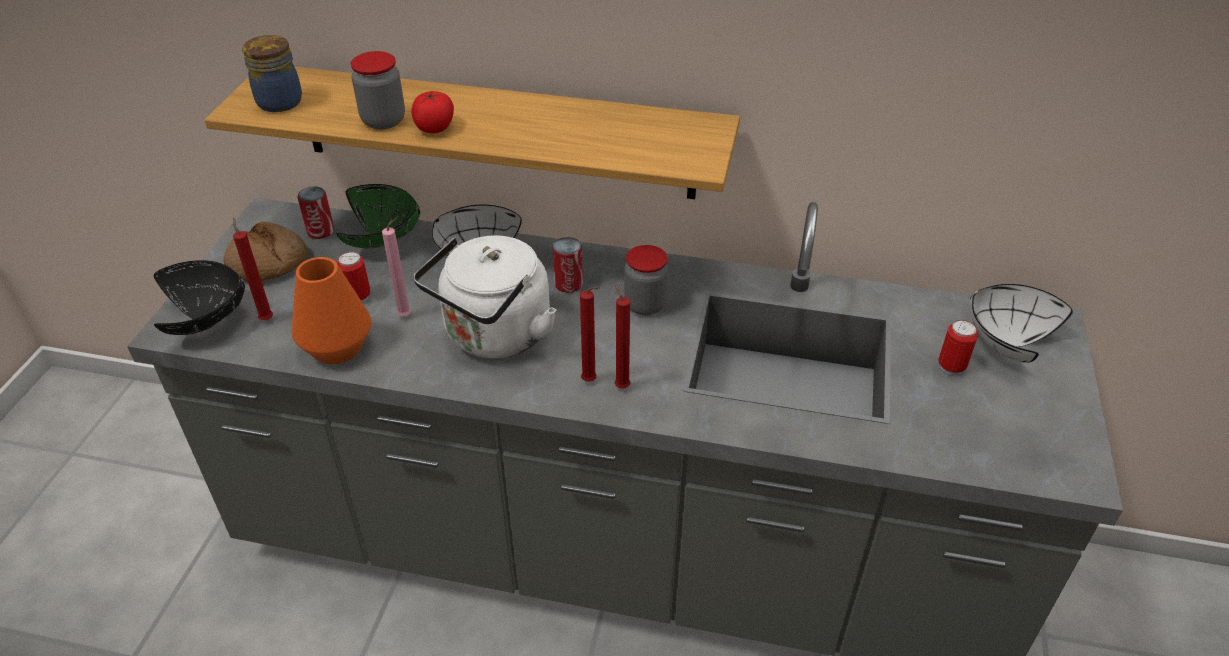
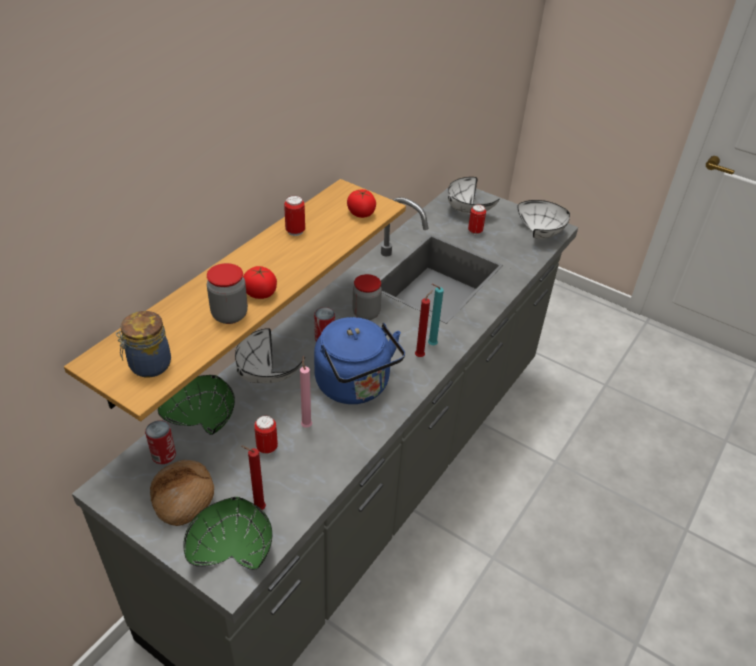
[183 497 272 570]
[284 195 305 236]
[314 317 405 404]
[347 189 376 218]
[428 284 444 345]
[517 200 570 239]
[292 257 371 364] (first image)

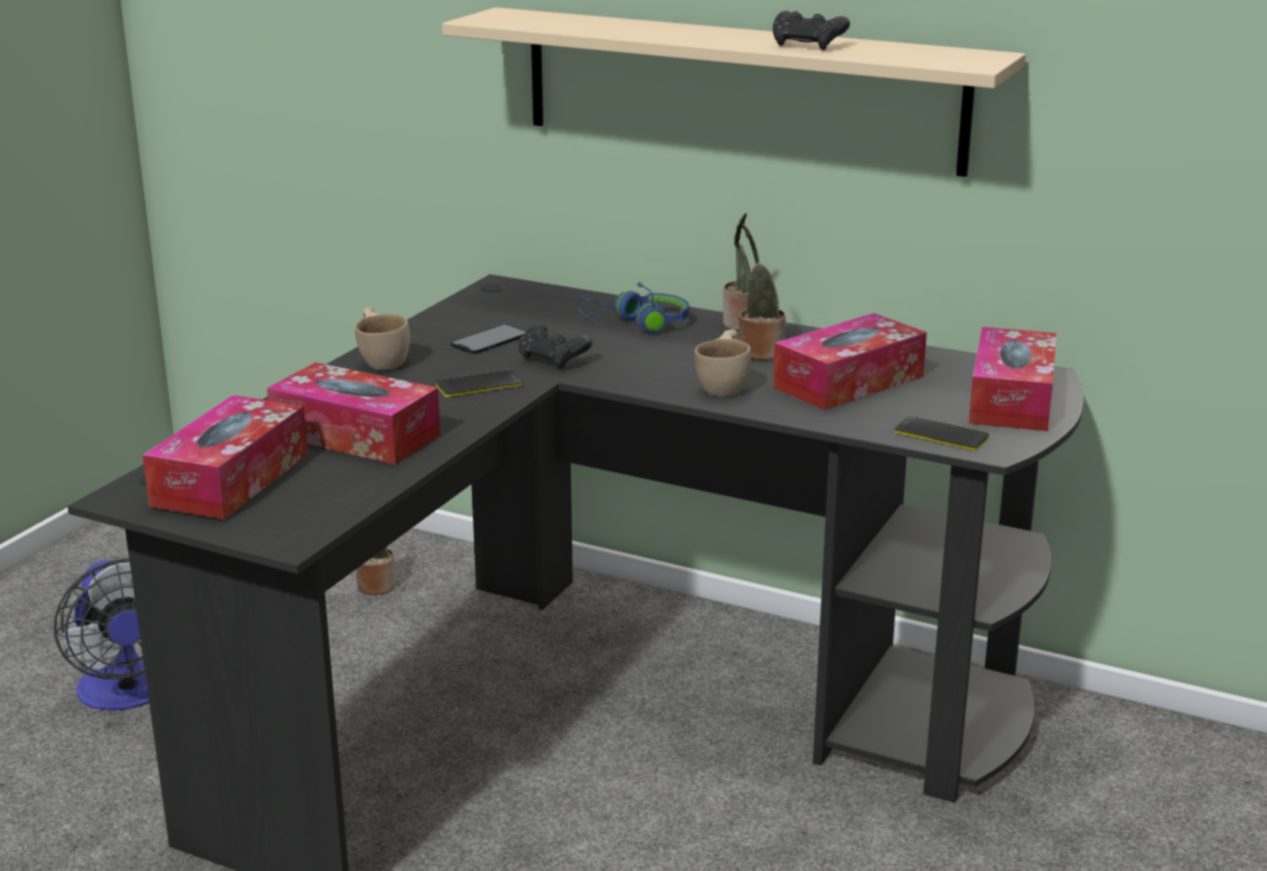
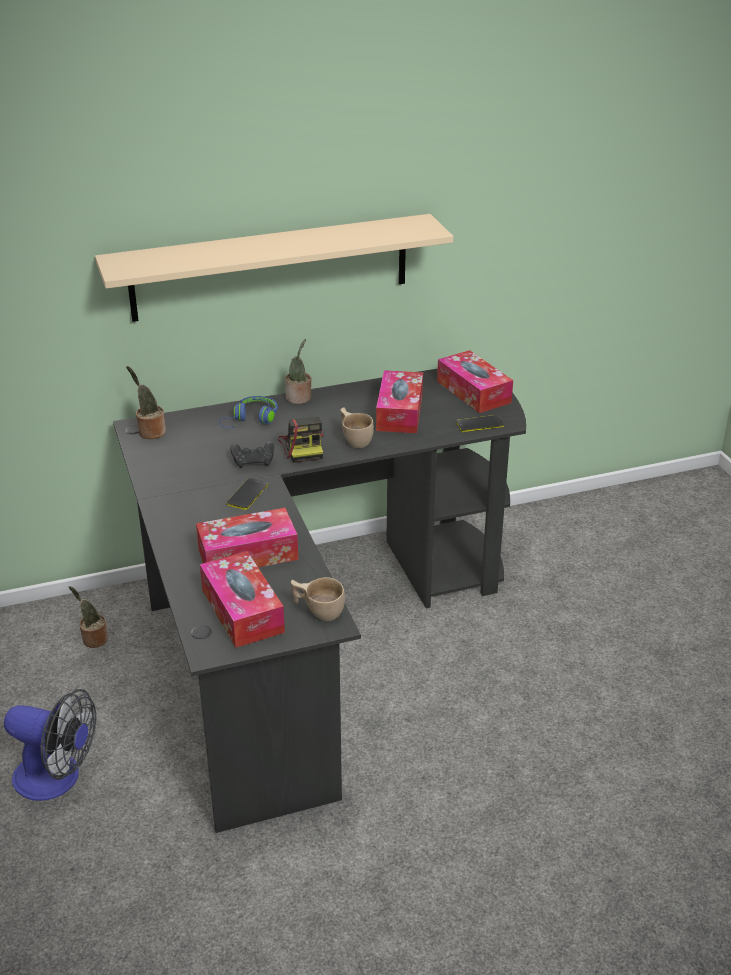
[126 366 166 439]
[278 417 324 463]
[291 577 345 621]
[451 324 526 354] (first image)
[773 11 850 50] (first image)

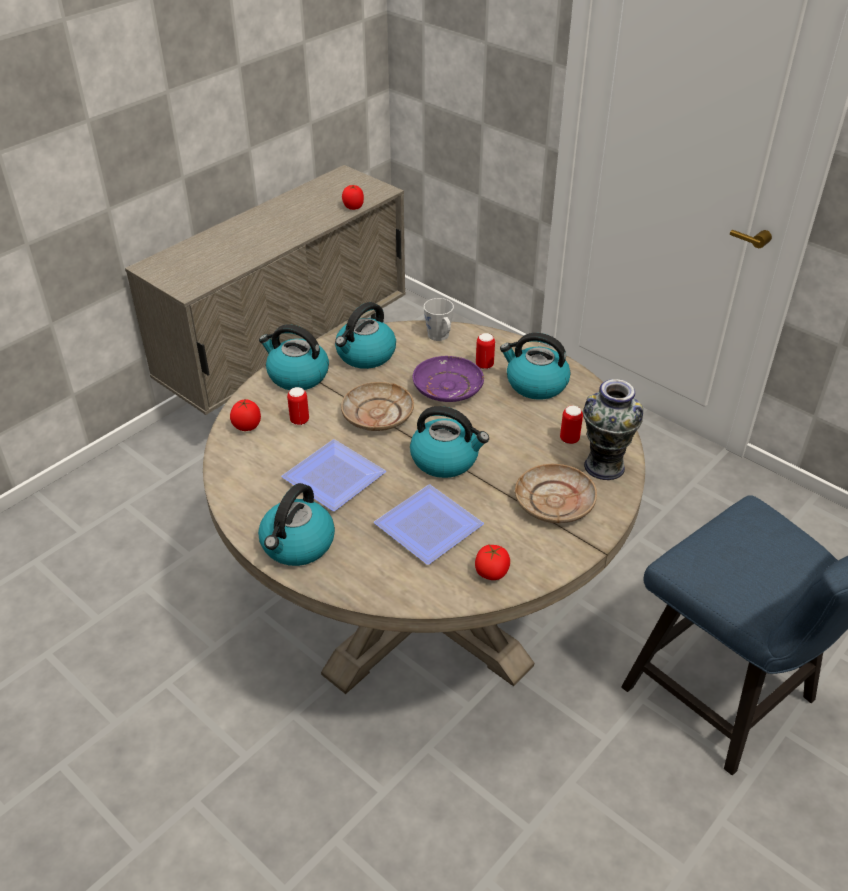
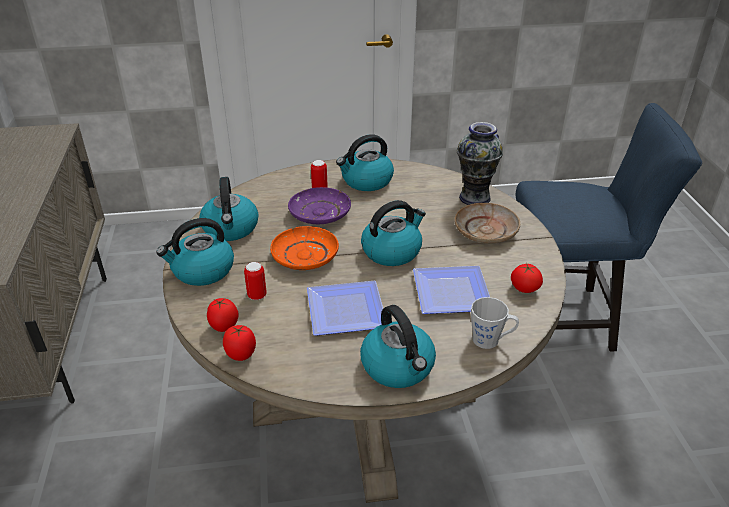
[223 325 256 361]
[270 226 339 270]
[471 297 519 349]
[560 406 583 444] (first image)

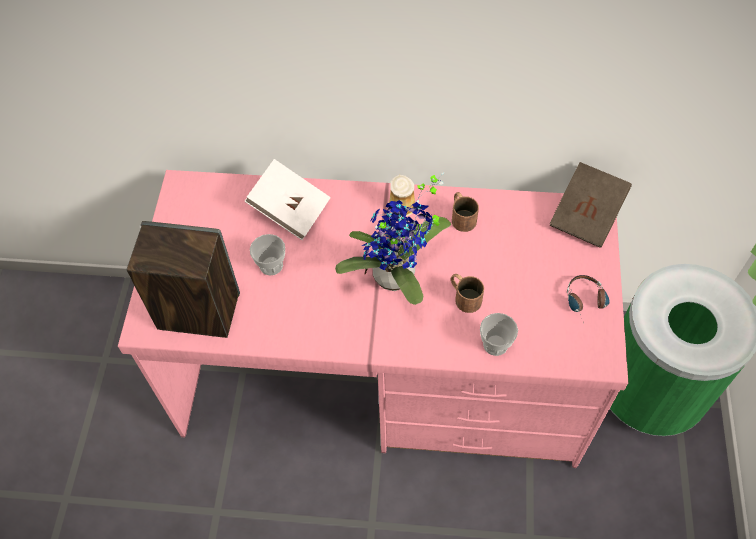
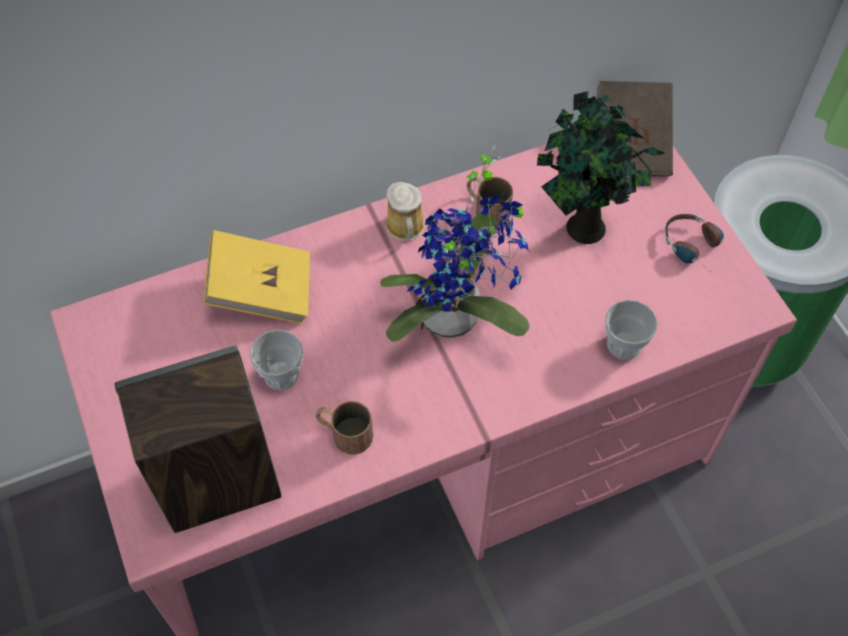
[203 230 310 324]
[315 401 373 455]
[537 91 664 244]

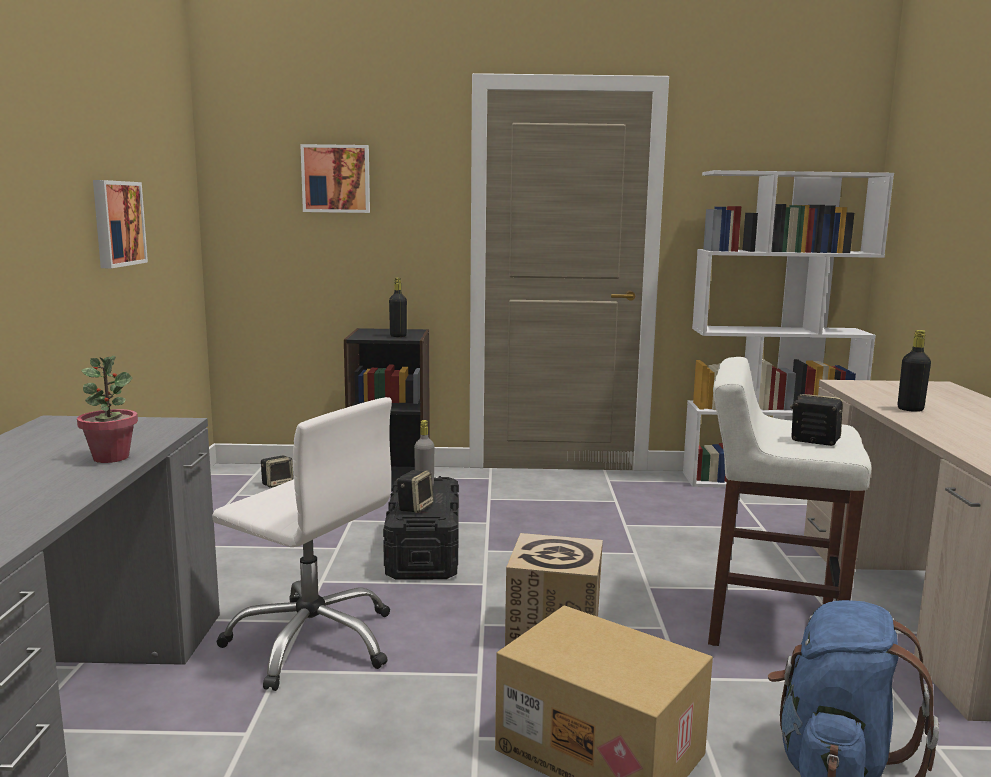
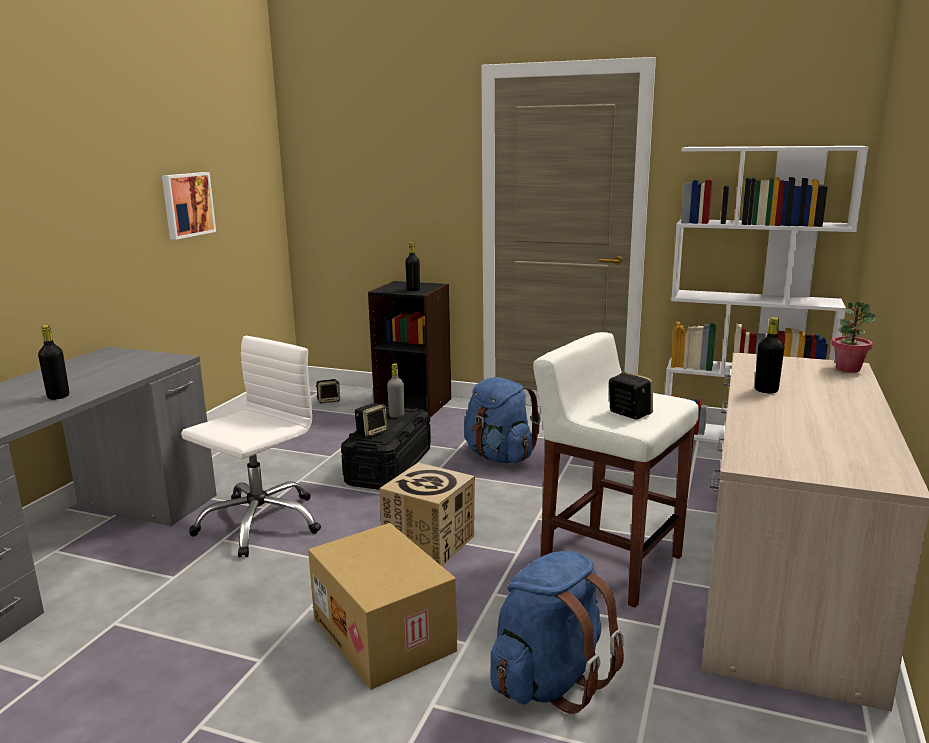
[38 325 69 400]
[181 336 321 557]
[464 377 541 463]
[831 301 877 372]
[300 144 370 213] (first image)

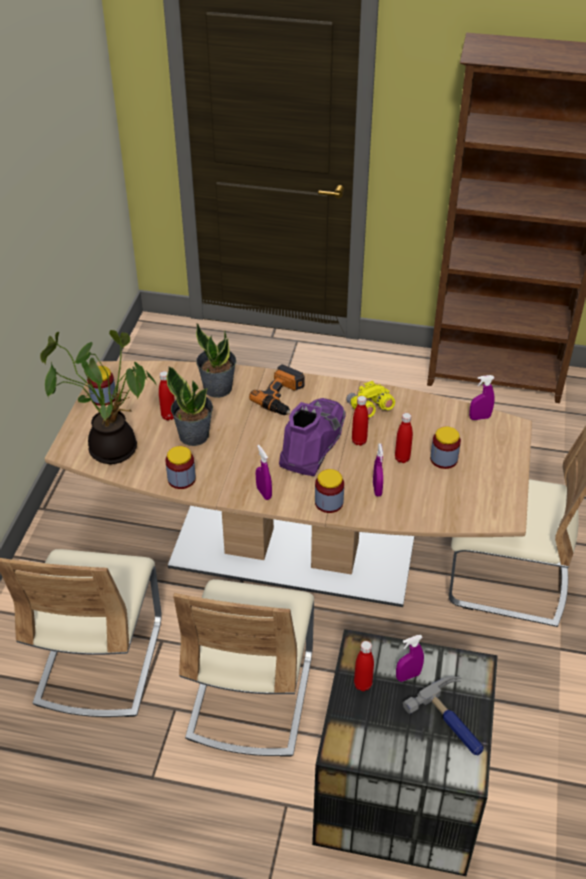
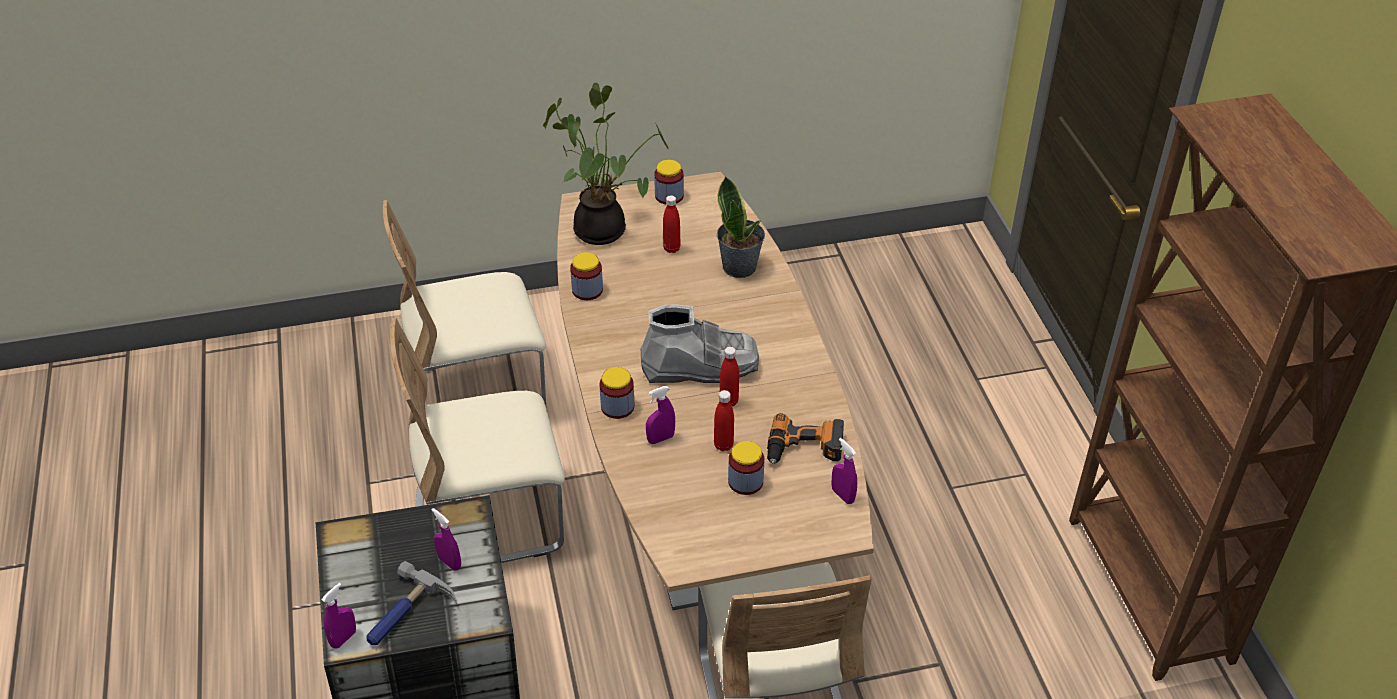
[321 583 356 649]
[641 304 759 383]
[767 413 844 464]
[166 366 213 446] (first image)
[346 381 395 418] (first image)
[354 641 374 691] (first image)

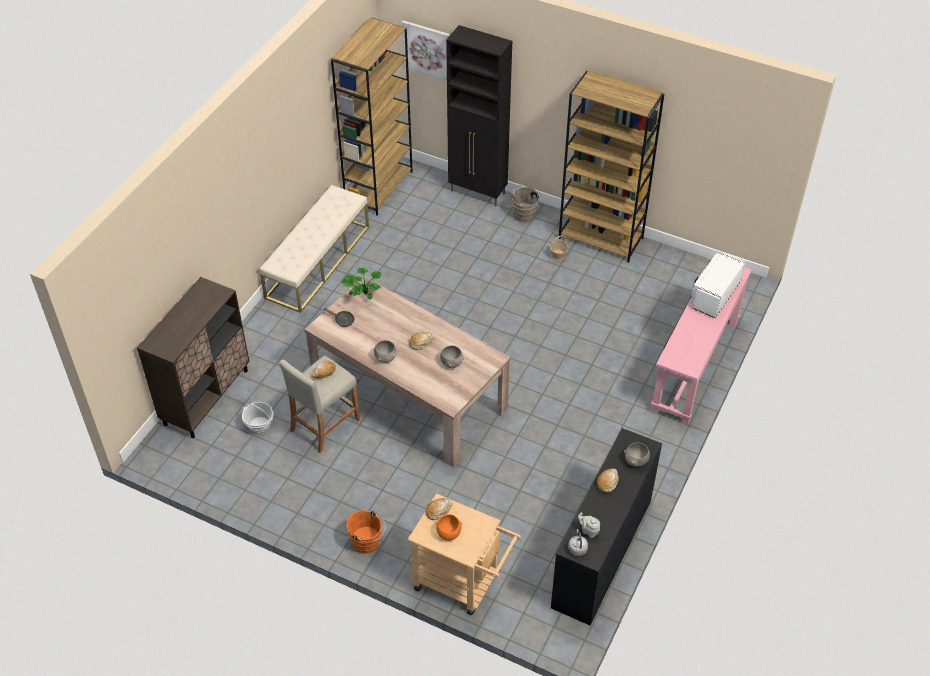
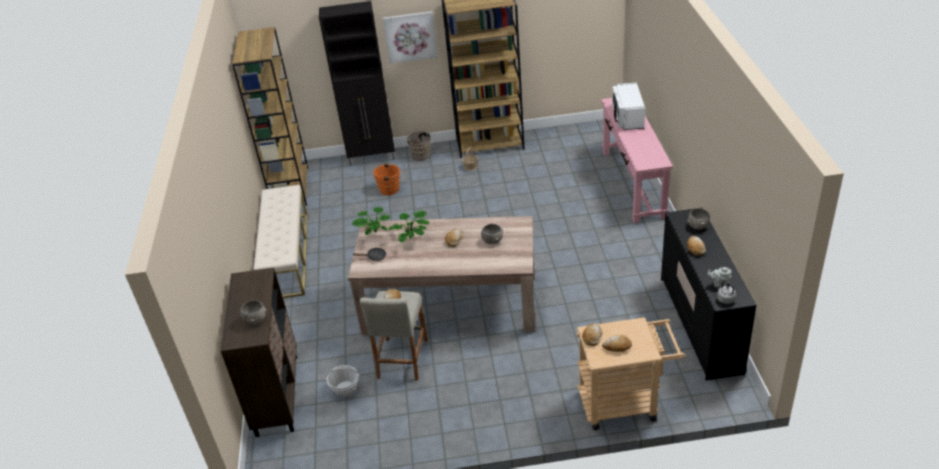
[240 300 267 324]
[373 163 403 195]
[383 11 438 64]
[389 210 429 242]
[602 335 632 352]

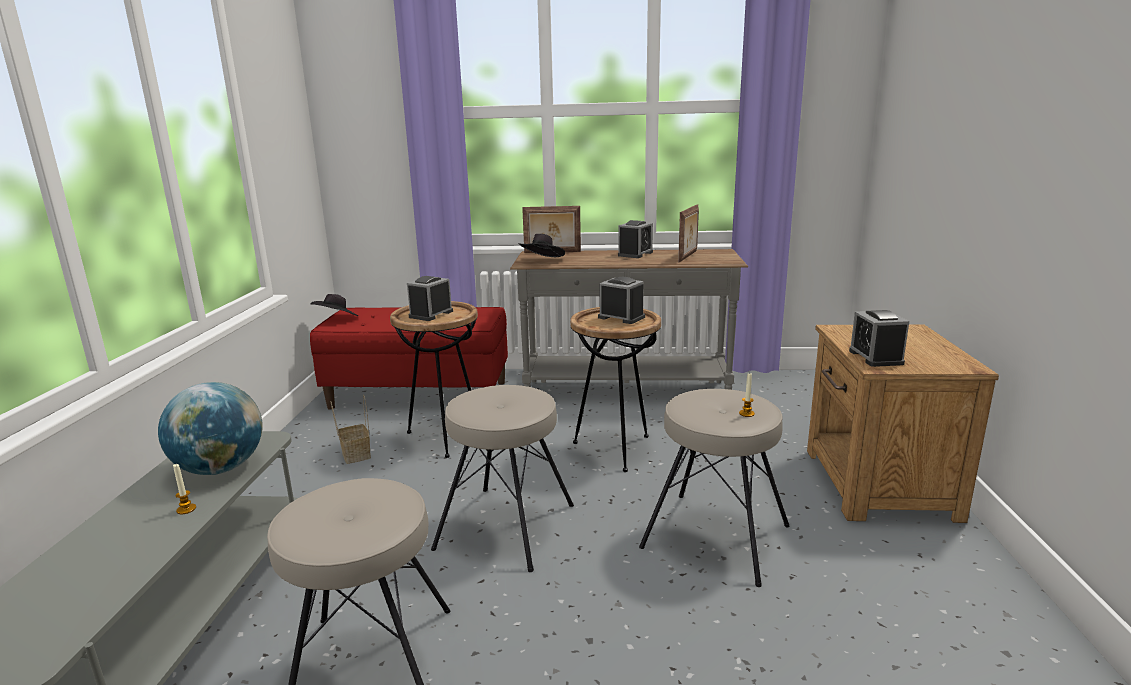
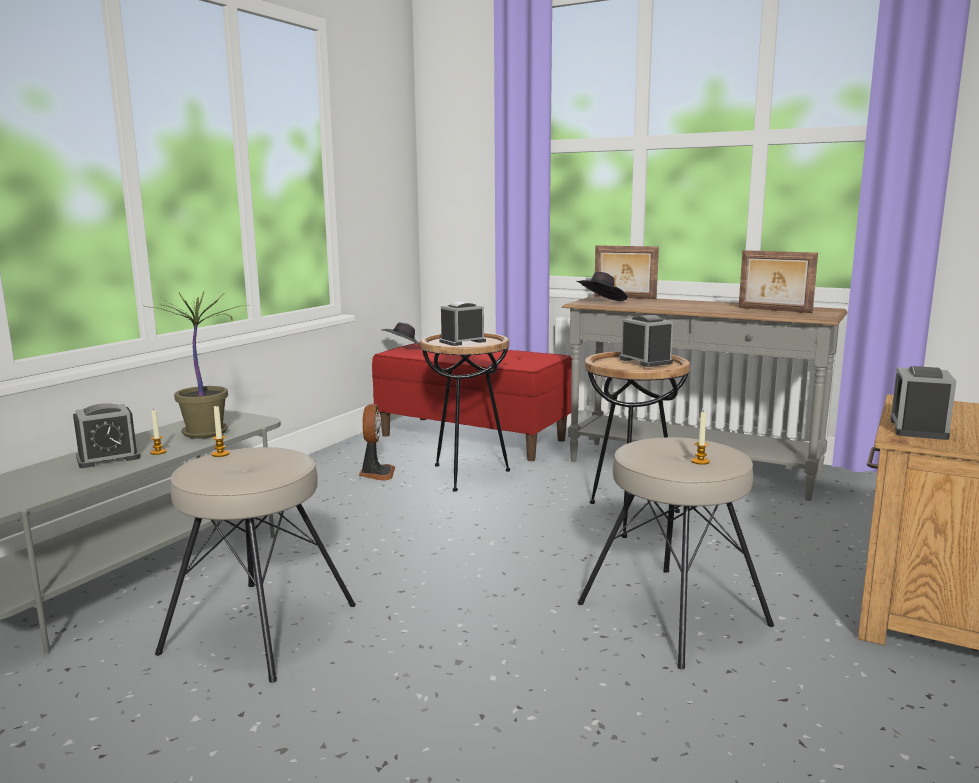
[73 403 140 468]
[145 292 246 439]
[212 406 230 457]
[359 404 395 481]
[739 250 818 313]
[431 385 574 572] (first image)

